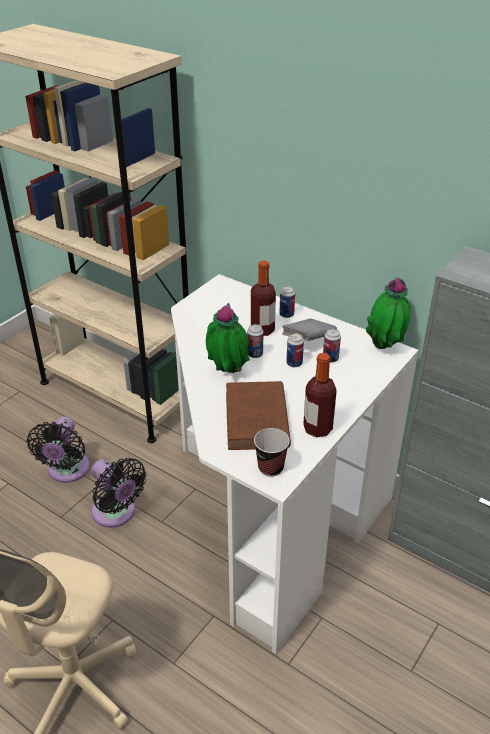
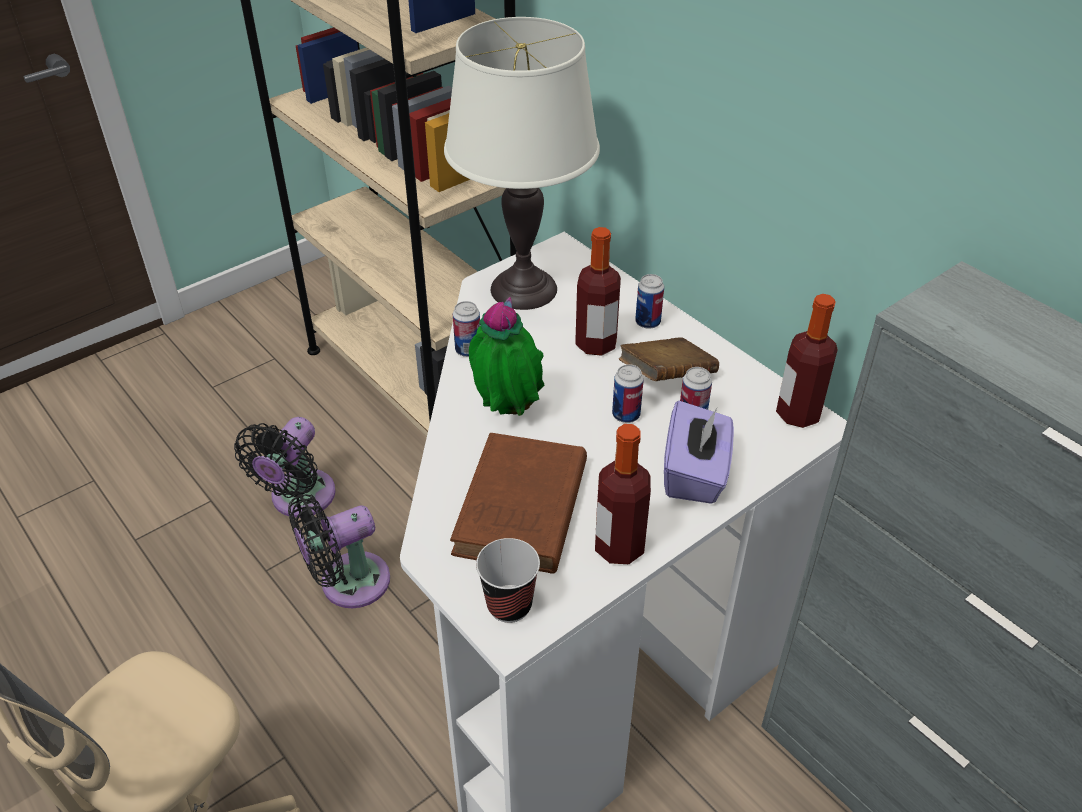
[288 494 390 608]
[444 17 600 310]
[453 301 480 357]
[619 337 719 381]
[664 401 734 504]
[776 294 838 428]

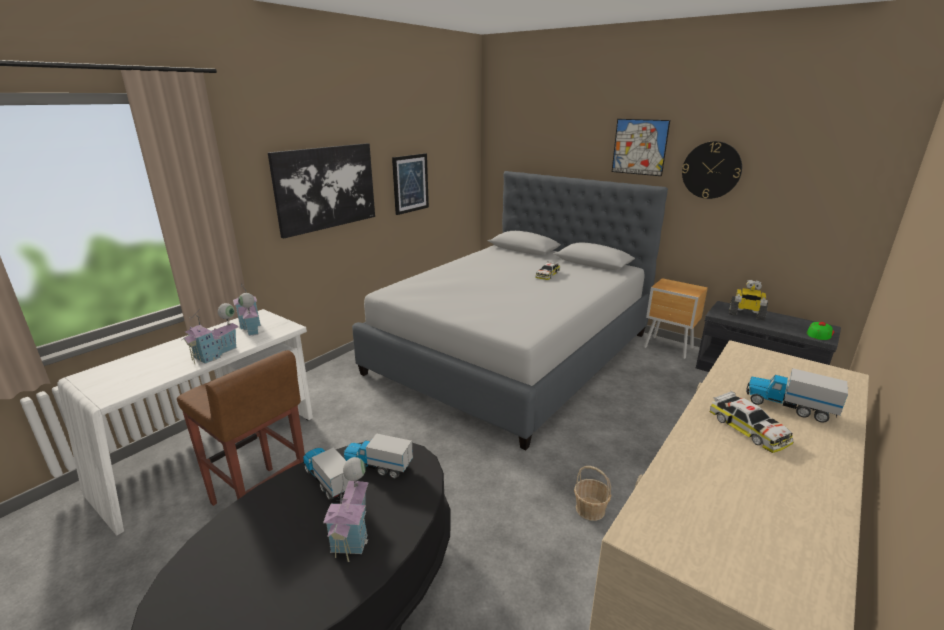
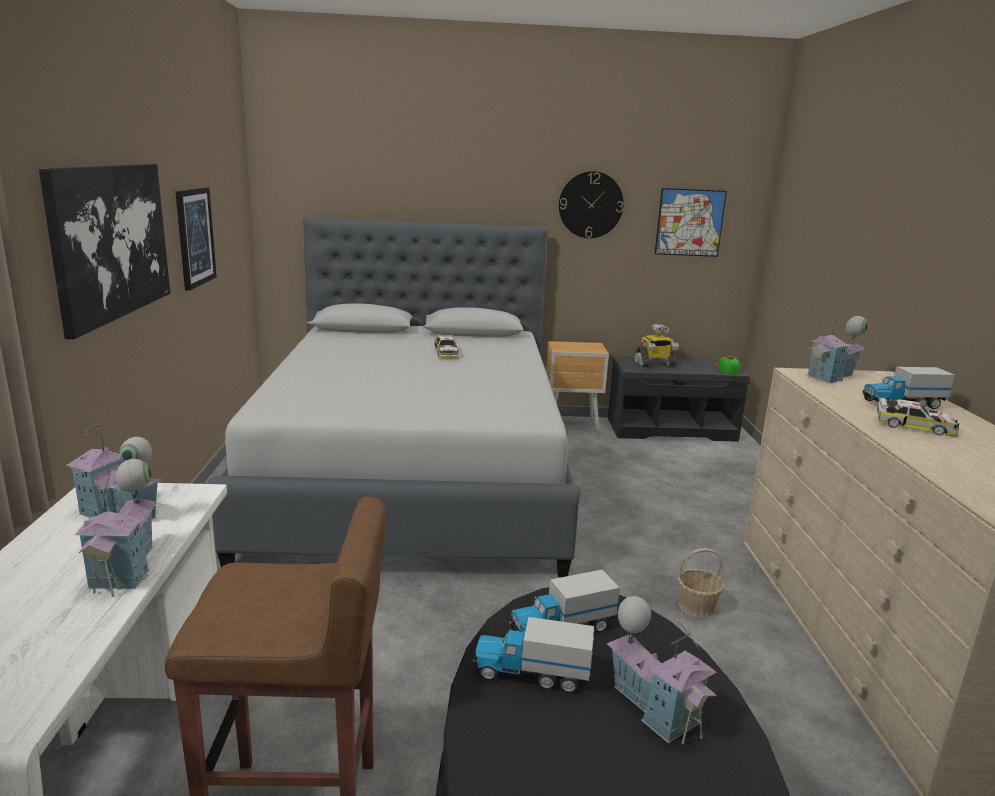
[655 188 727 257]
[807 316 868 383]

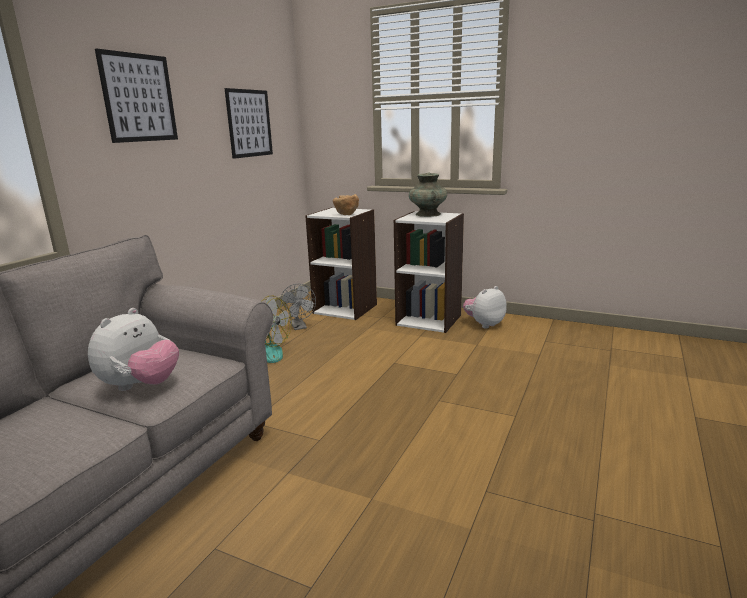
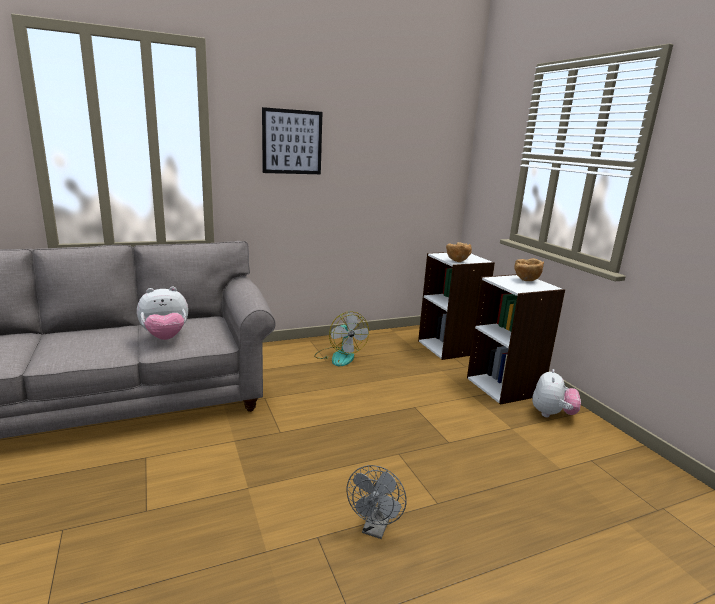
[347 465 407 539]
[514 258 544 281]
[532 369 581 417]
[224 88 273 159] (first image)

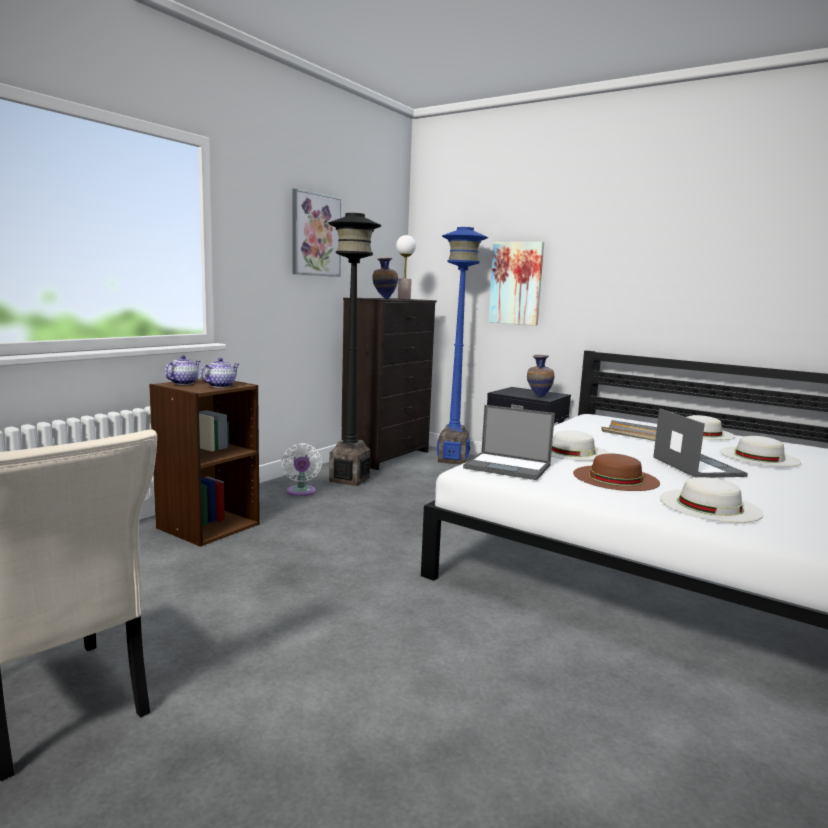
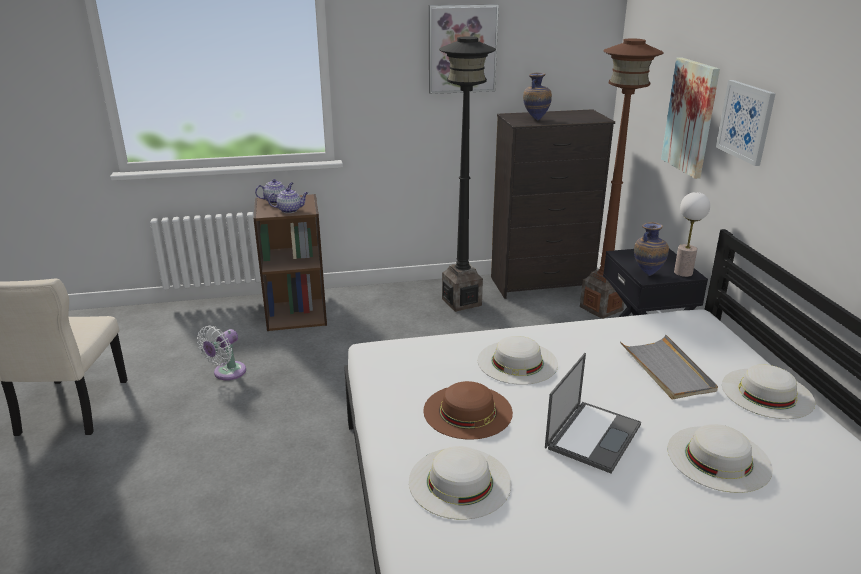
[197 326 246 380]
[580 39 664 319]
[674 192 710 277]
[716 80 776 166]
[463 405 555 480] (first image)

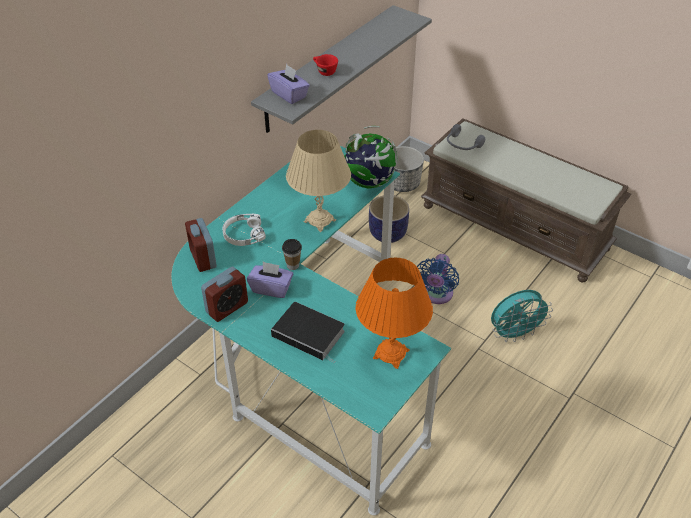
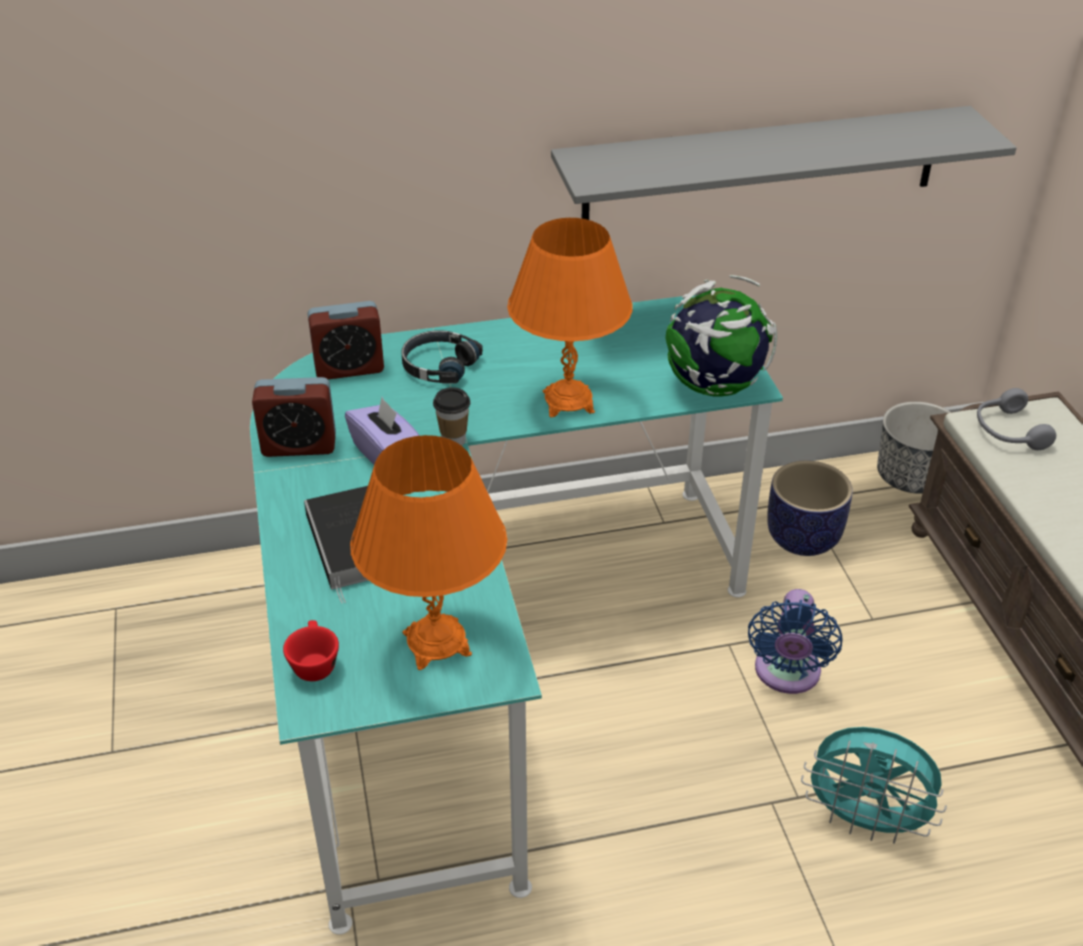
[283 620 339 681]
[307 301 384 379]
[402 330 483 384]
[507 218 633 417]
[748 589 843 694]
[267 64 310 104] (first image)

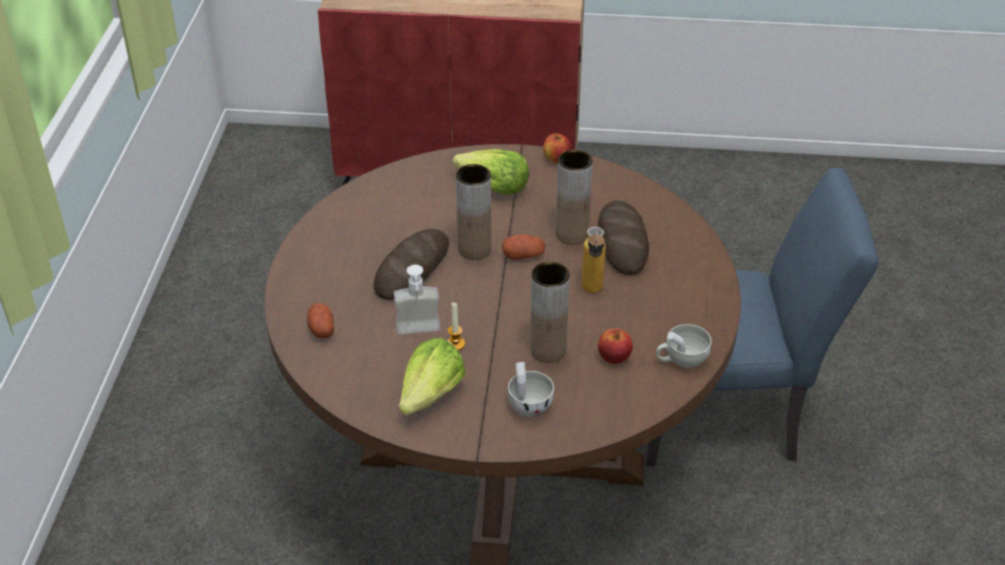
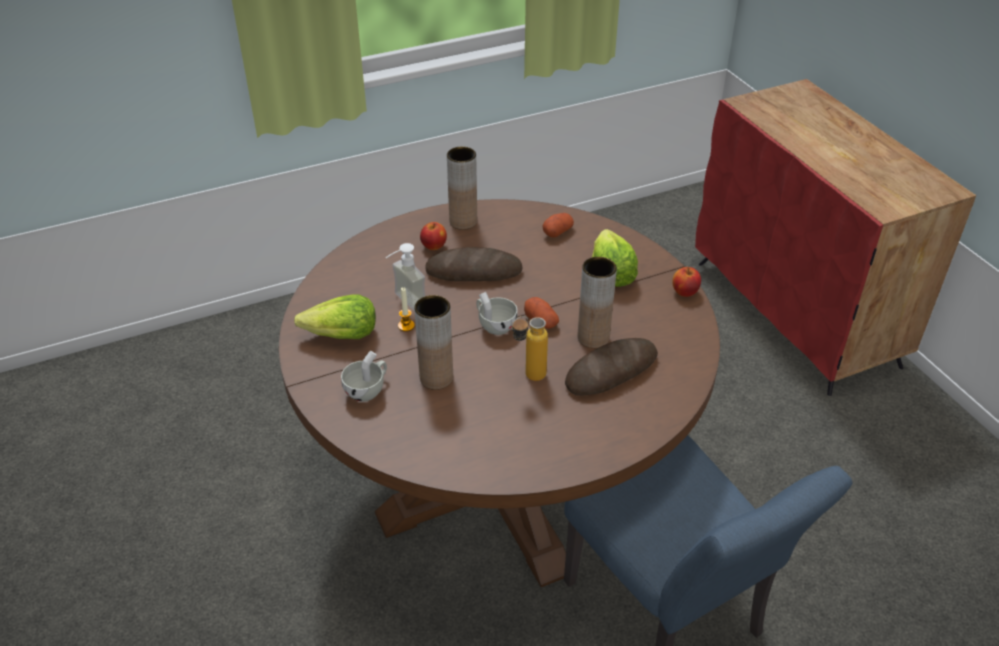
[420 222 447 250]
[447 147 477 230]
[476 292 518 335]
[543 213 574 238]

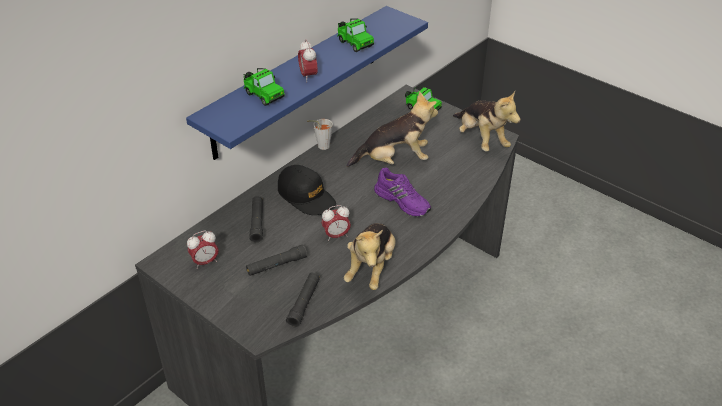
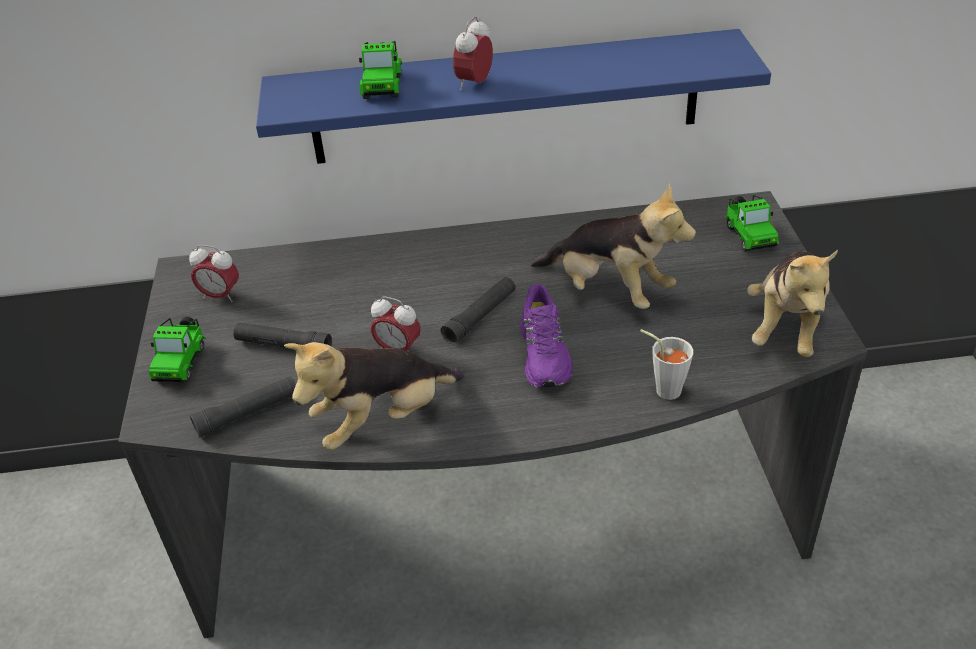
[149 317 206 382]
[440 277 516 344]
[640 329 693 400]
[278 165 336 215] (first image)

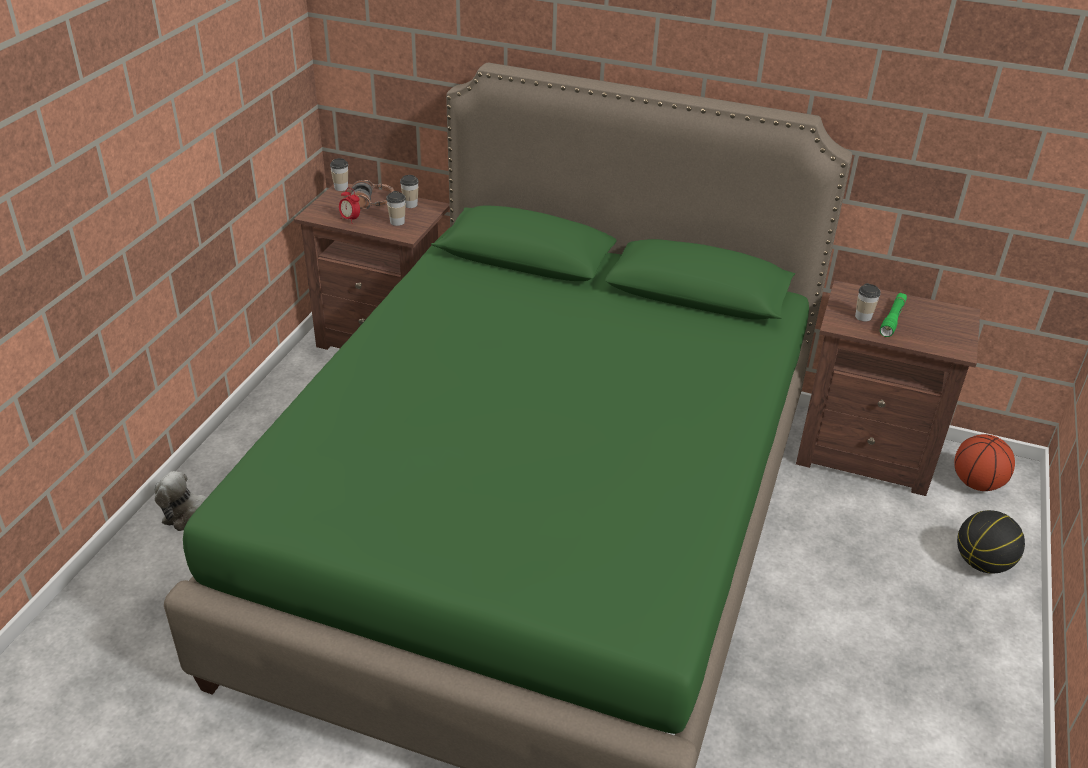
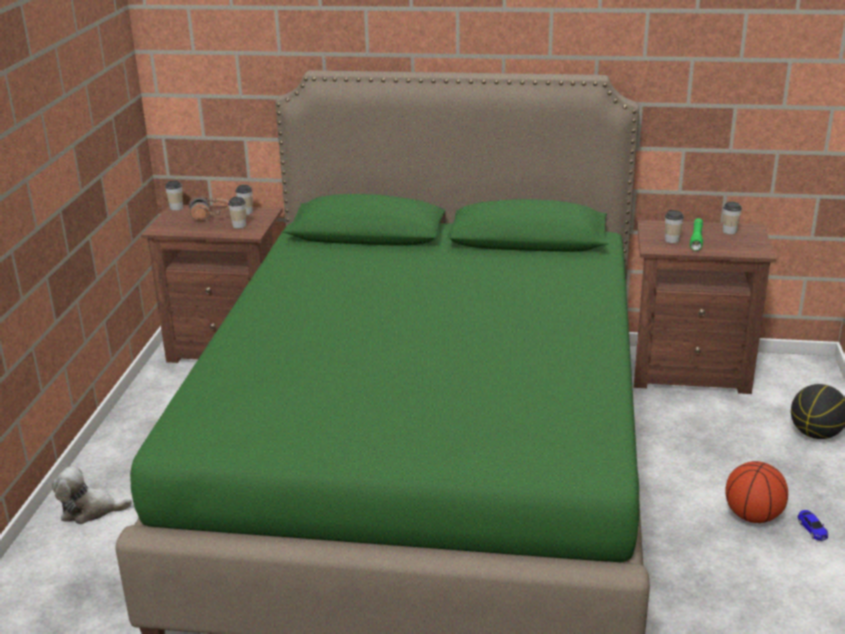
[723 202 742 234]
[725 461 788 523]
[798 510 828 541]
[339 188 360 224] (first image)

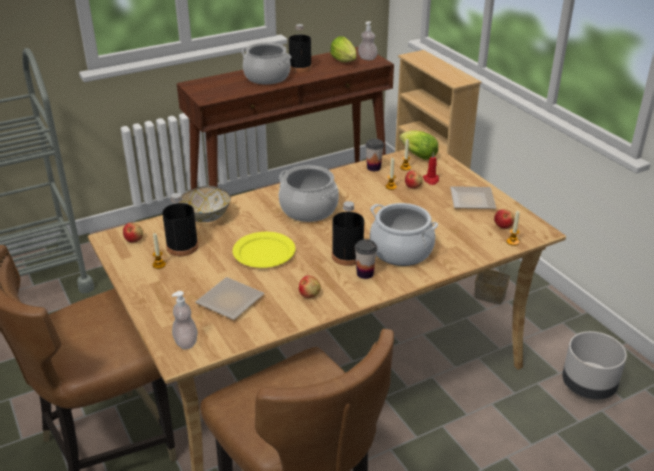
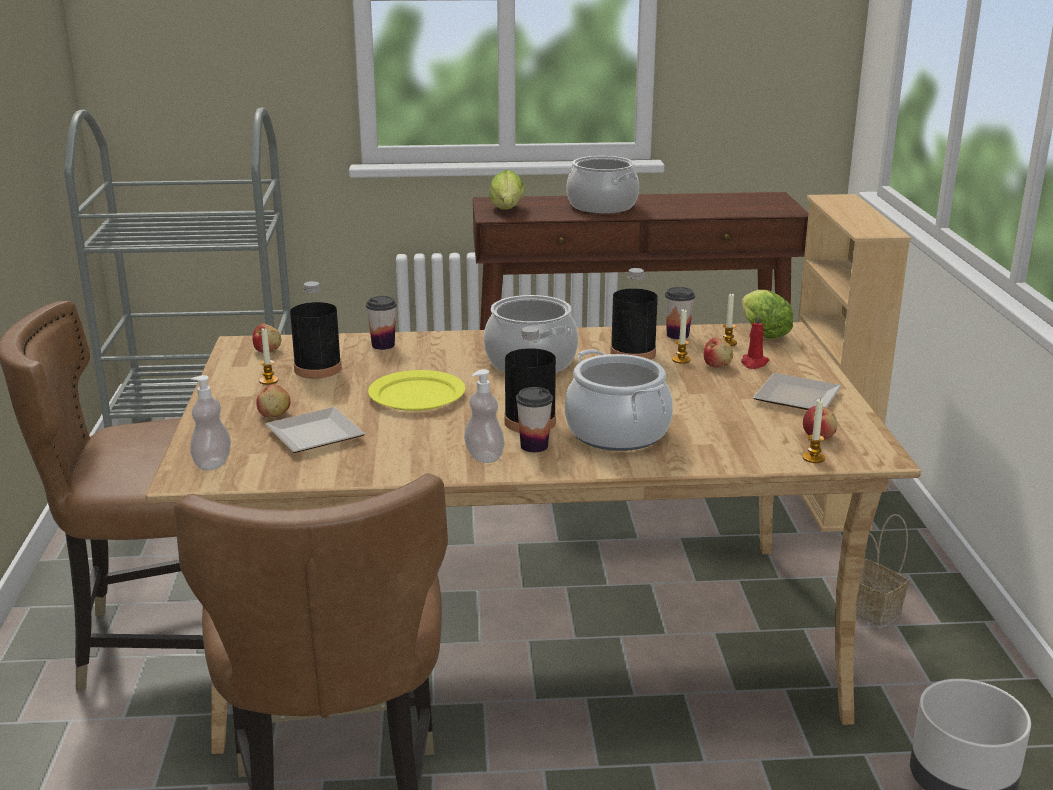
[256 384 291 417]
[366 296 397 350]
[464 369 505 463]
[489 170 525 210]
[610 268 658 360]

